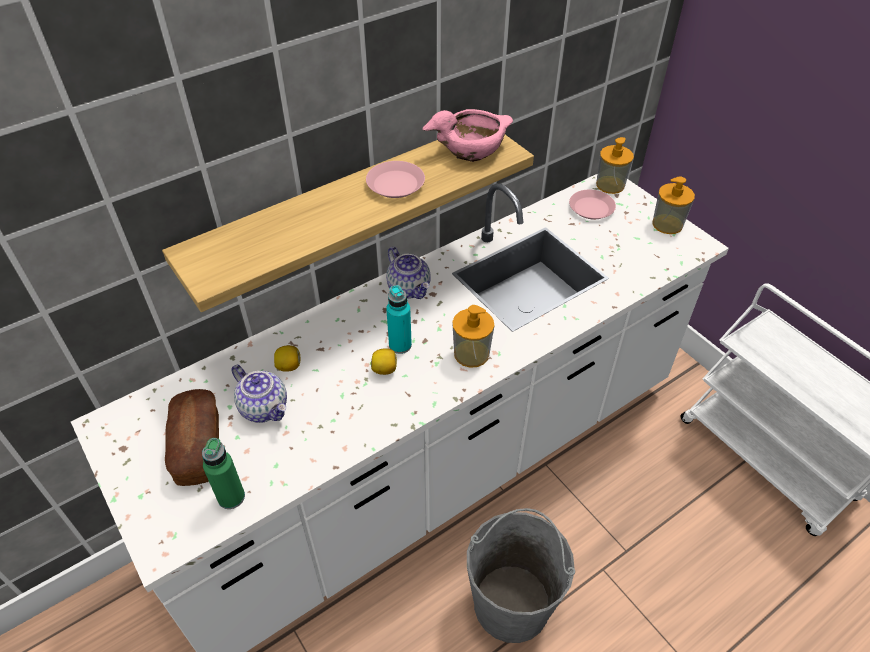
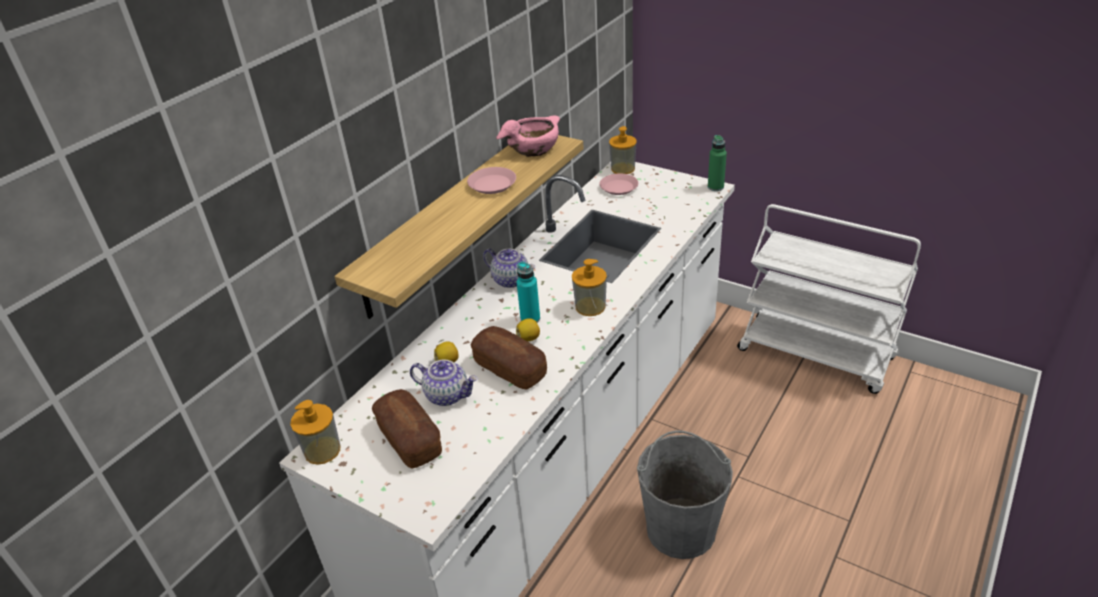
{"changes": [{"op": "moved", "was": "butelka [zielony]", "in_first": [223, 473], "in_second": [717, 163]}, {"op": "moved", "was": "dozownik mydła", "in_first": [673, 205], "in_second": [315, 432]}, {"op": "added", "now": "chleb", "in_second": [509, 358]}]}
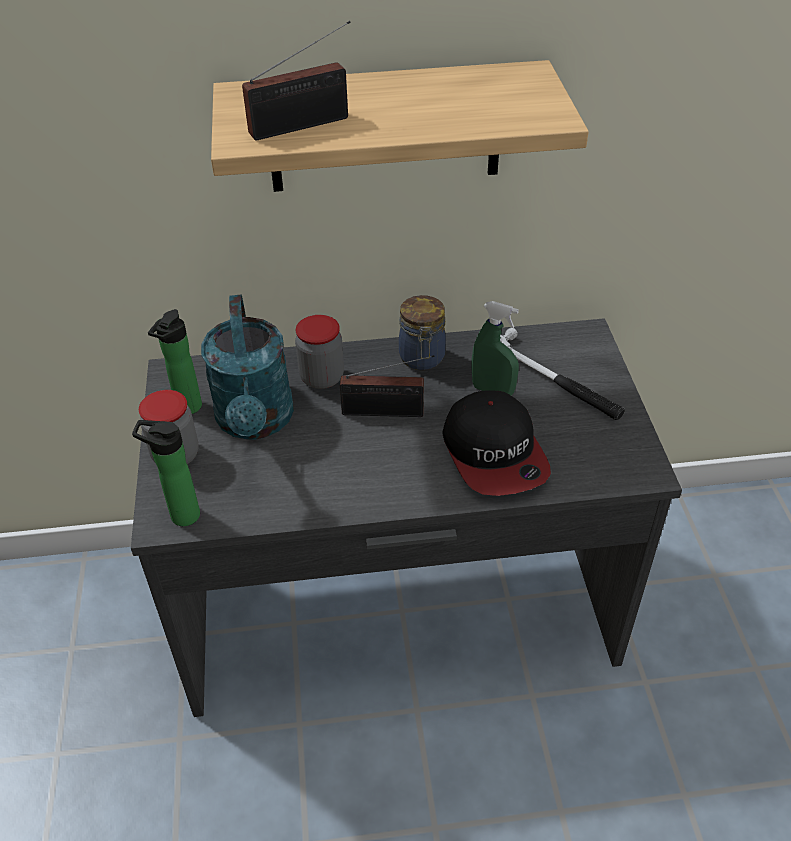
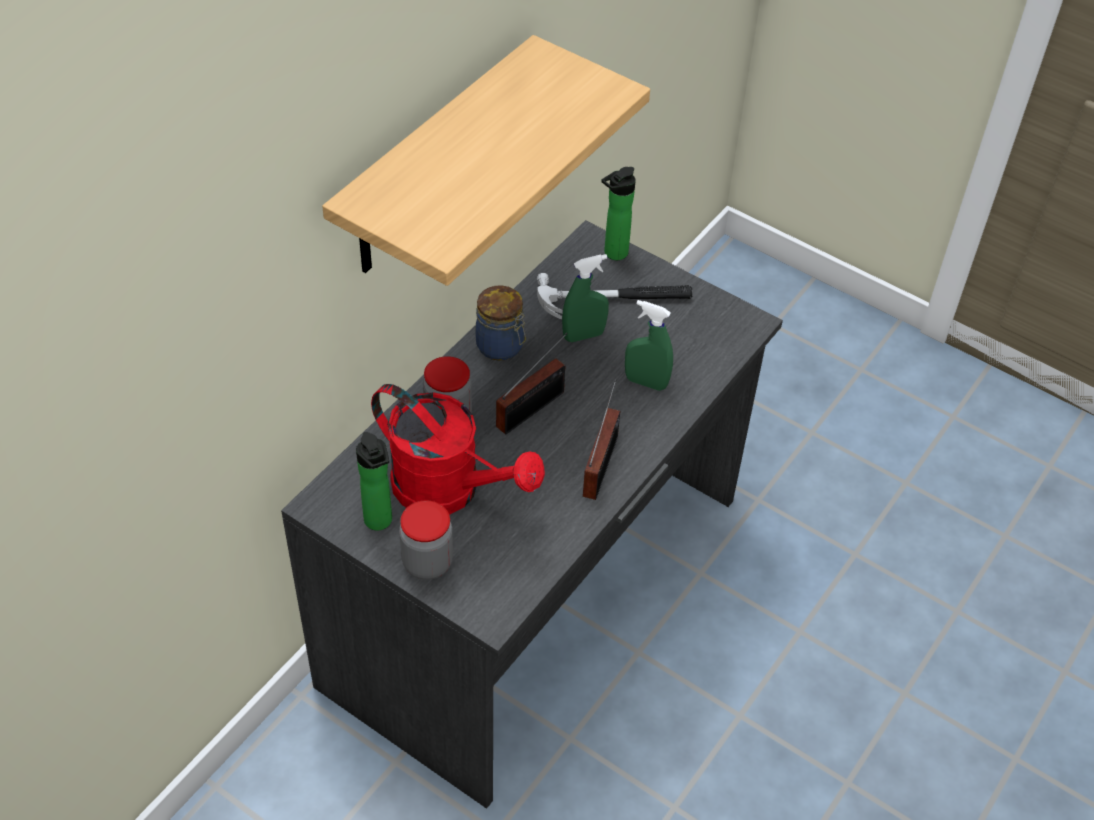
{"changes": [{"op": "moved", "was": "butelka", "in_first": [166, 473], "in_second": [618, 213]}, {"op": "recoloured", "was": "konewka [turkusowy]", "now": "konewka [czerwony]", "in_first": [247, 367], "in_second": [458, 449]}, {"op": "moved", "was": "radio", "in_first": [296, 80], "in_second": [601, 439]}, {"op": "replaced", "was": "czapka z daszkiem", "now": "spryskiwacz [zielony]", "in_first": [496, 443], "in_second": [649, 345]}]}
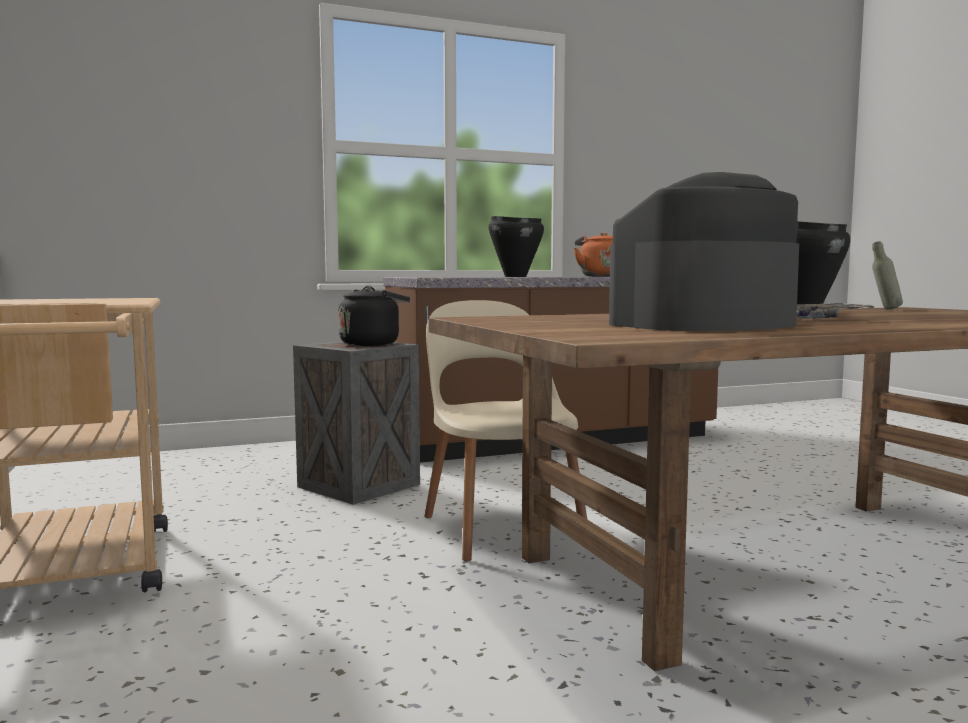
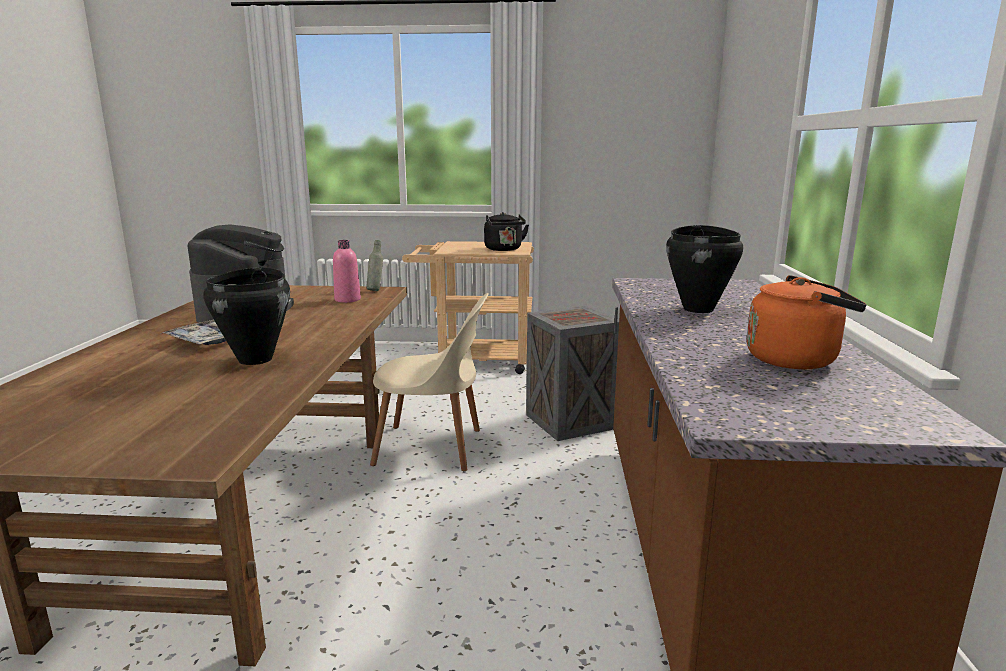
{"changes": [{"op": "moved", "was": "czajnik [czarny]", "in_first": [374, 316], "in_second": [506, 231]}, {"op": "moved", "was": "butelka [szary]", "in_first": [887, 275], "in_second": [374, 265]}, {"op": "added", "now": "butelka [różowy]", "in_second": [347, 271]}]}
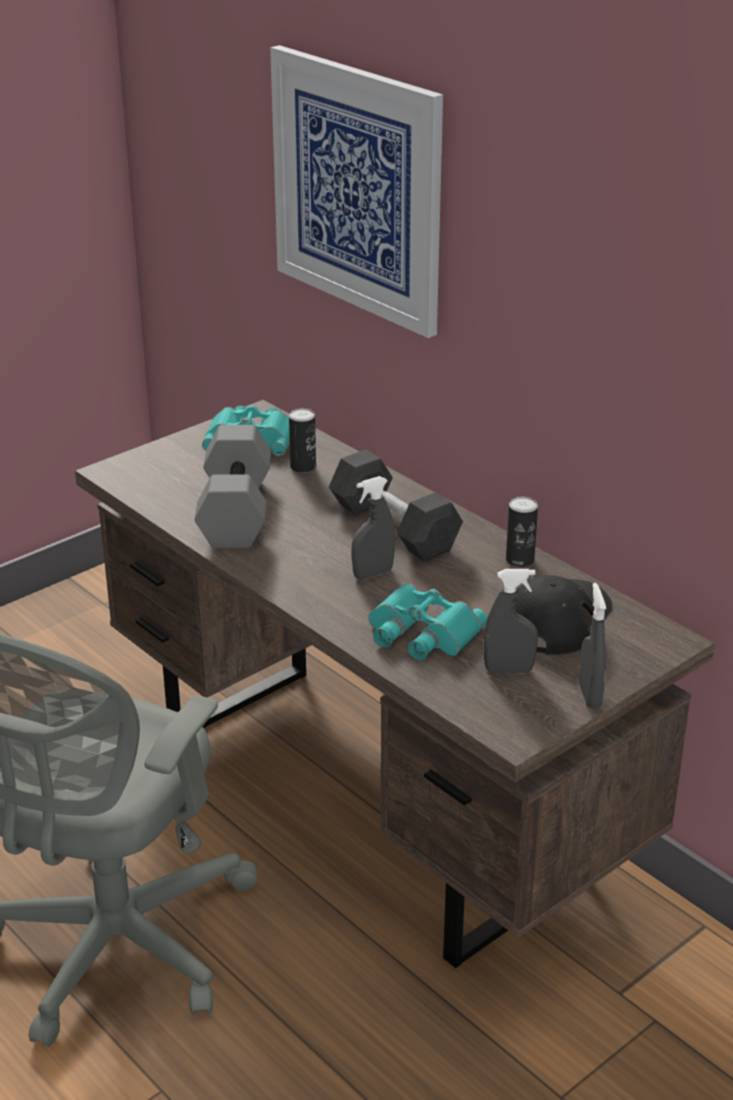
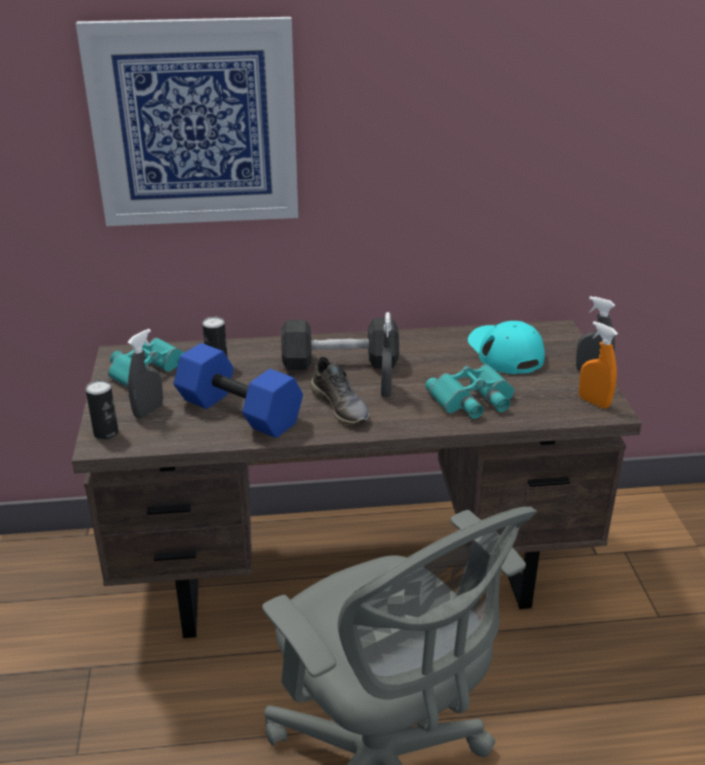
{"changes": [{"op": "recoloured", "was": "hantel [szary]", "now": "hantel [niebieski]", "in_first": [233, 486], "in_second": [238, 390]}, {"op": "moved", "was": "spryskiwacz [szary]", "in_first": [510, 621], "in_second": [145, 373]}, {"op": "moved", "was": "puszka", "in_first": [522, 532], "in_second": [102, 410]}, {"op": "recoloured", "was": "czapka z daszkiem [czarny]", "now": "czapka z daszkiem [turkusowy]", "in_first": [563, 615], "in_second": [506, 347]}, {"op": "added", "now": "but [szary]", "in_second": [339, 390]}, {"op": "added", "now": "spryskiwacz [pomarańczowy]", "in_second": [598, 365]}]}
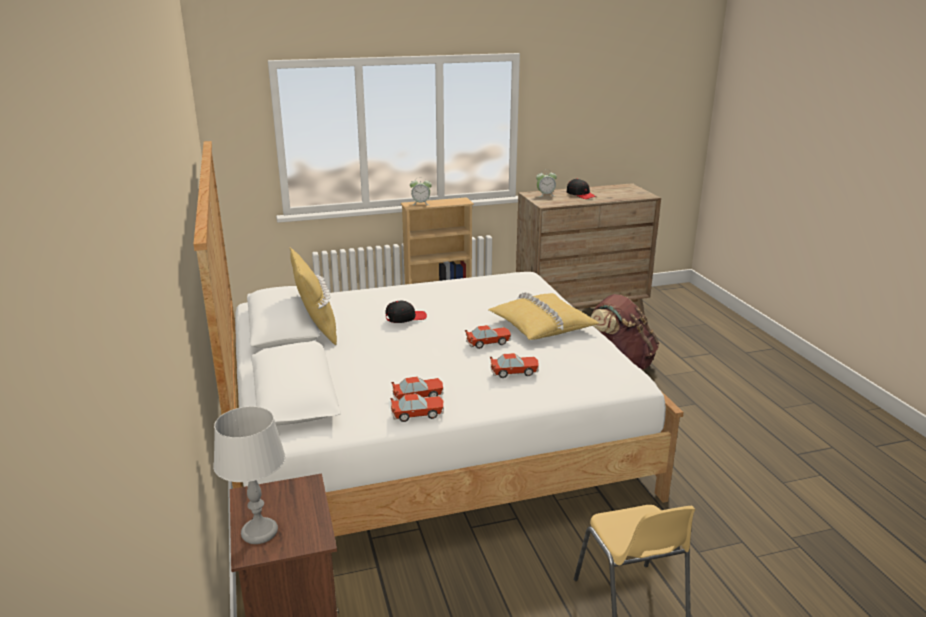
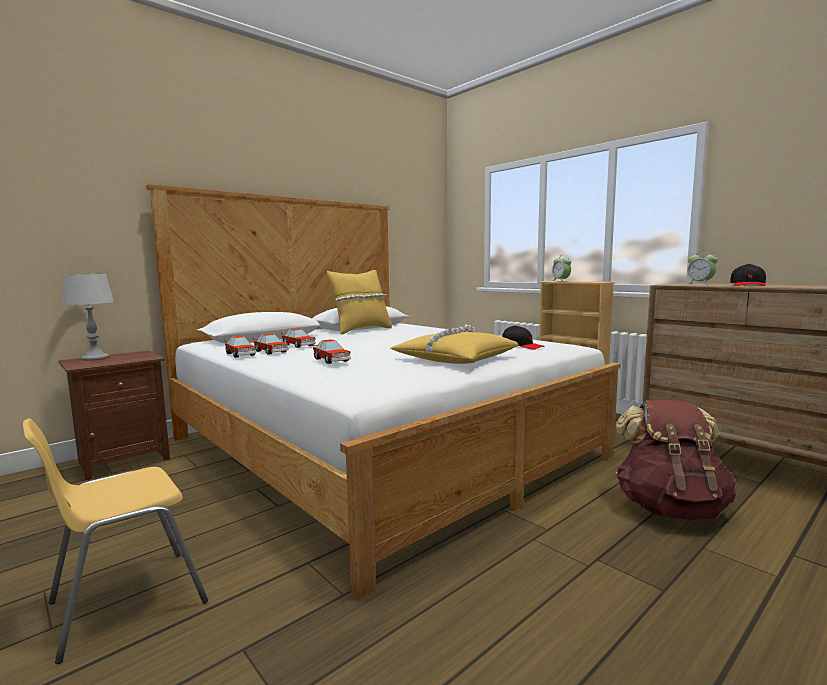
{"changes": [{"op": "moved", "was": "czapka z daszkiem [czarny]", "in_first": [406, 312], "in_second": [523, 337]}, {"op": "moved", "was": "samochodzik", "in_first": [488, 337], "in_second": [298, 338]}]}
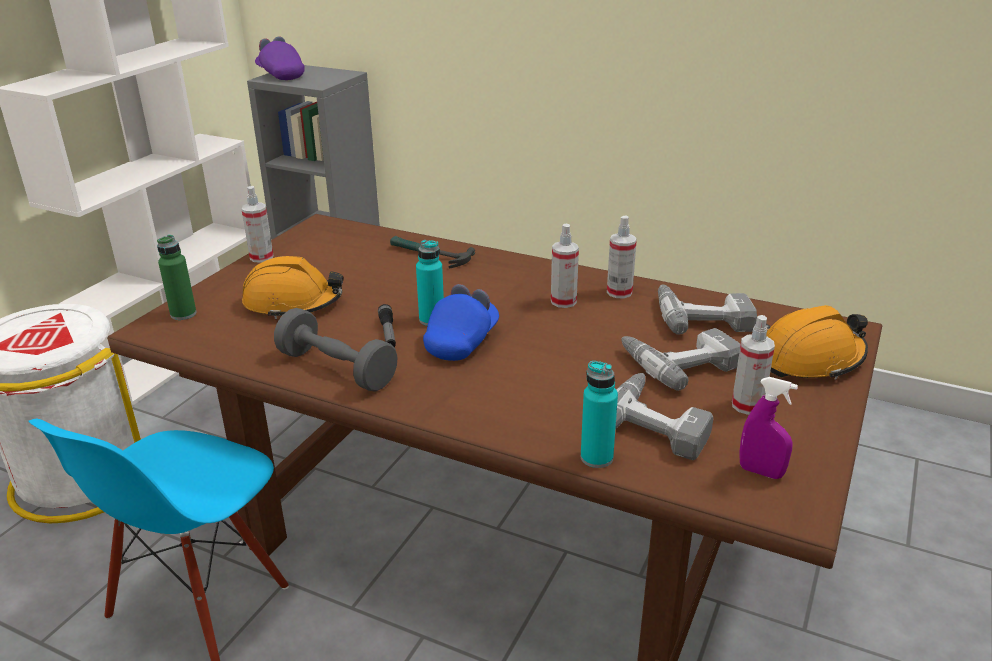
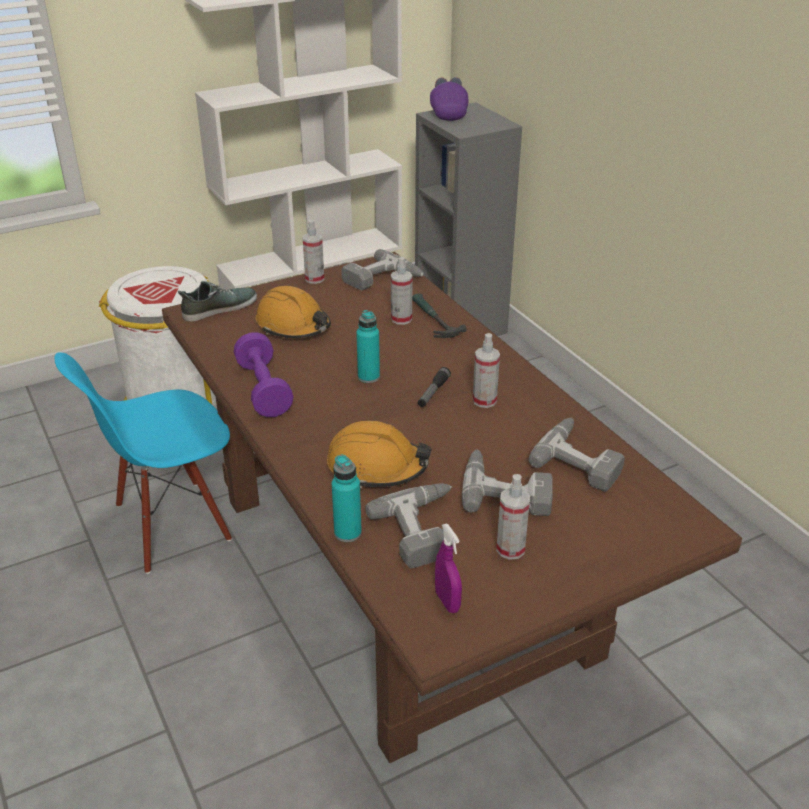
{"changes": [{"op": "replaced", "was": "butelka [zielony]", "now": "but", "in_first": [176, 277], "in_second": [217, 301]}, {"op": "recoloured", "was": "hantel [szary]", "now": "hantel [fioletowy]", "in_first": [335, 350], "in_second": [264, 374]}, {"op": "moved", "was": "latarka", "in_first": [387, 325], "in_second": [434, 387]}, {"op": "removed", "was": "czapka z daszkiem [niebieski]", "in_first": [461, 322]}, {"op": "moved", "was": "spryskiwacz", "in_first": [622, 257], "in_second": [401, 291]}, {"op": "moved", "was": "kask [pomarańczowy]", "in_first": [817, 342], "in_second": [379, 454]}, {"op": "added", "now": "wiertarka", "in_second": [382, 270]}]}
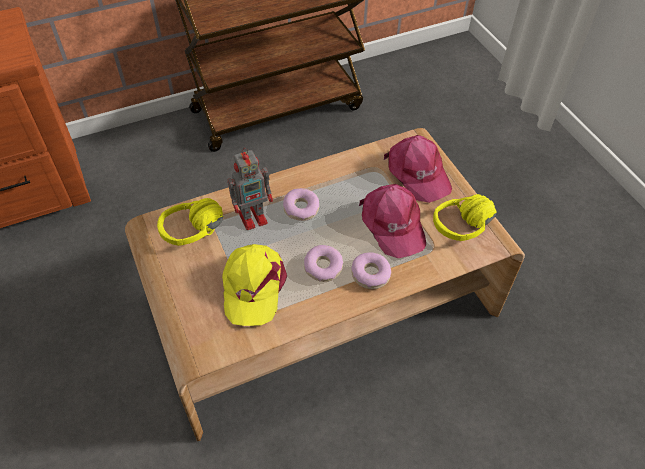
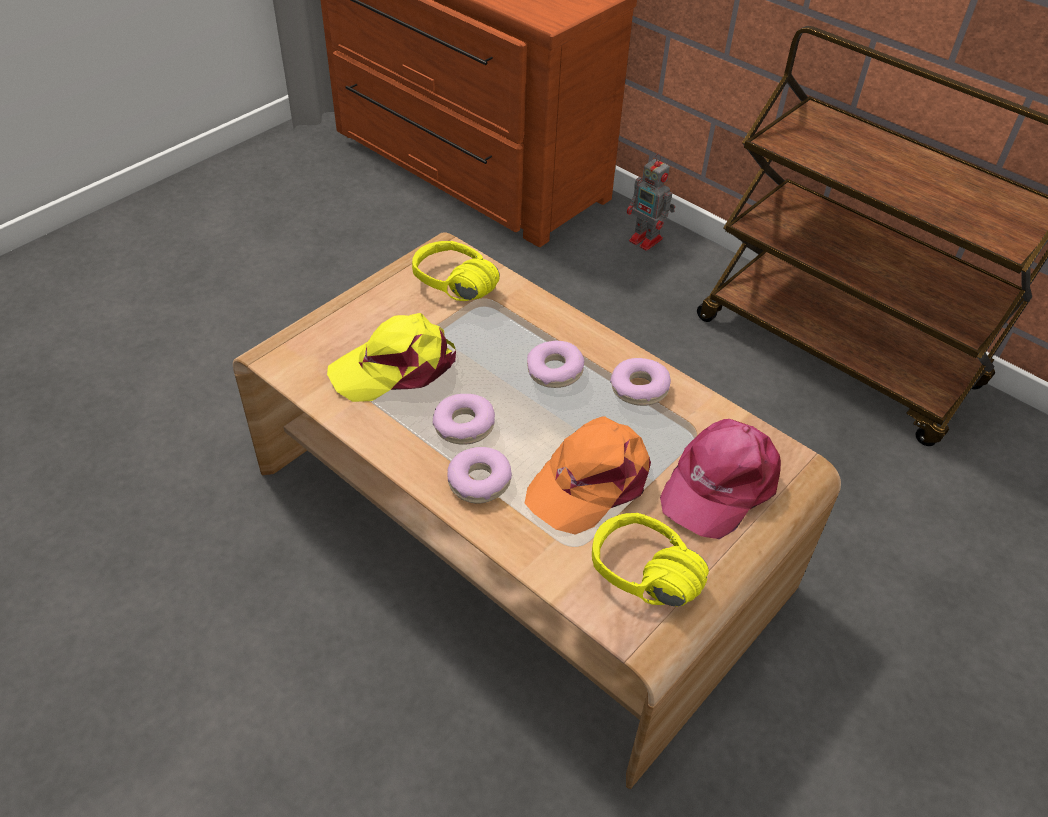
{"changes": [{"op": "moved", "was": "robot zabawkowy", "in_first": [250, 189], "in_second": [651, 202]}, {"op": "recoloured", "was": "czapka z daszkiem [różowy]", "now": "czapka z daszkiem [pomarańczowy]", "in_first": [392, 221], "in_second": [587, 475]}, {"op": "added", "now": "donut", "in_second": [640, 382]}]}
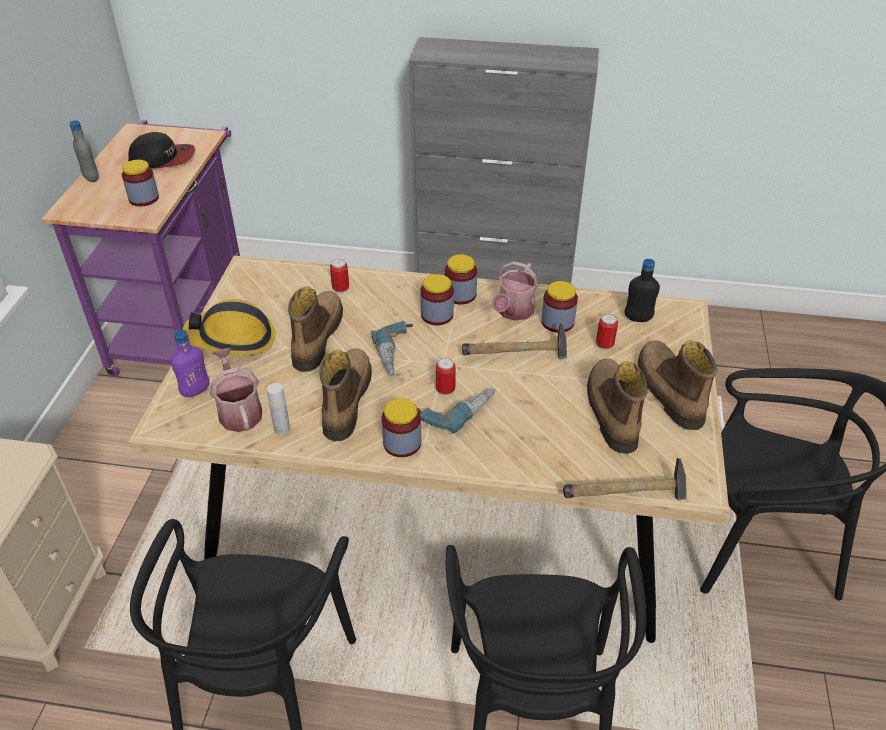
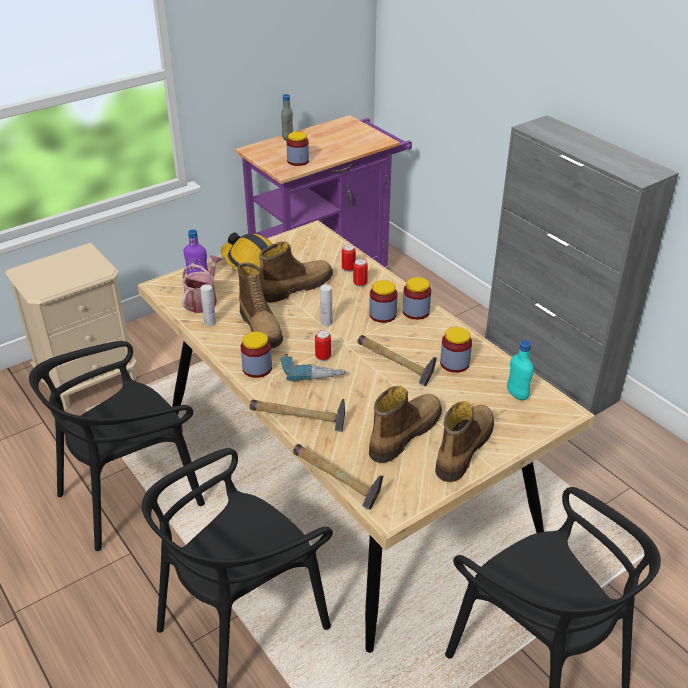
{"changes": [{"op": "removed", "was": "czapka z daszkiem", "in_first": [161, 150]}, {"op": "turned", "was": "but z cholewką", "in_first": [346, 395], "in_second": [260, 305], "clockwise": 105}, {"op": "replaced", "was": "wiertarka", "now": "butelka [biały]", "in_first": [392, 348], "in_second": [326, 305]}, {"op": "removed", "was": "konewka", "in_first": [515, 291]}, {"op": "moved", "was": "puszka", "in_first": [607, 332], "in_second": [360, 273]}, {"op": "recoloured", "was": "butelka [czarny]", "now": "butelka [turkusowy]", "in_first": [642, 290], "in_second": [520, 370]}, {"op": "added", "now": "młotek", "in_second": [297, 415]}]}
